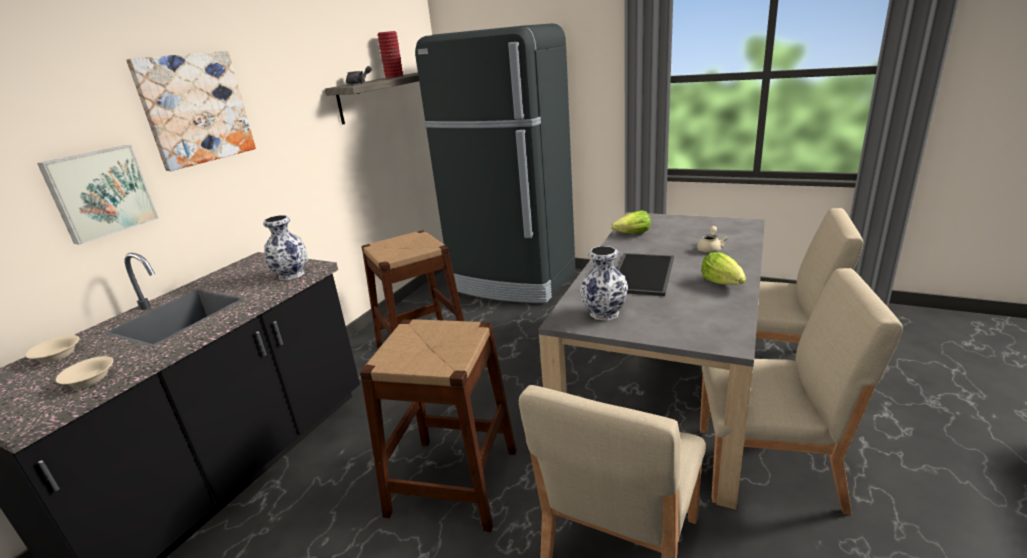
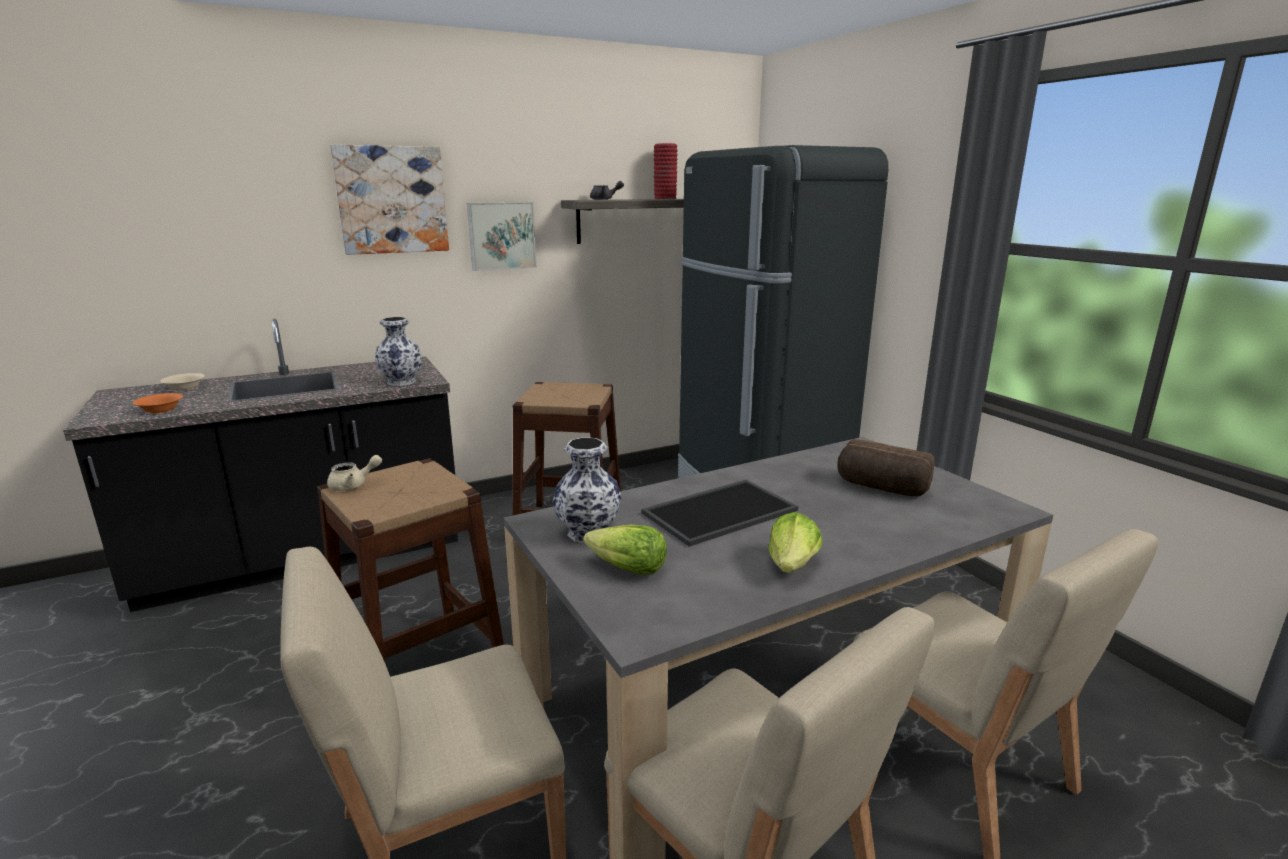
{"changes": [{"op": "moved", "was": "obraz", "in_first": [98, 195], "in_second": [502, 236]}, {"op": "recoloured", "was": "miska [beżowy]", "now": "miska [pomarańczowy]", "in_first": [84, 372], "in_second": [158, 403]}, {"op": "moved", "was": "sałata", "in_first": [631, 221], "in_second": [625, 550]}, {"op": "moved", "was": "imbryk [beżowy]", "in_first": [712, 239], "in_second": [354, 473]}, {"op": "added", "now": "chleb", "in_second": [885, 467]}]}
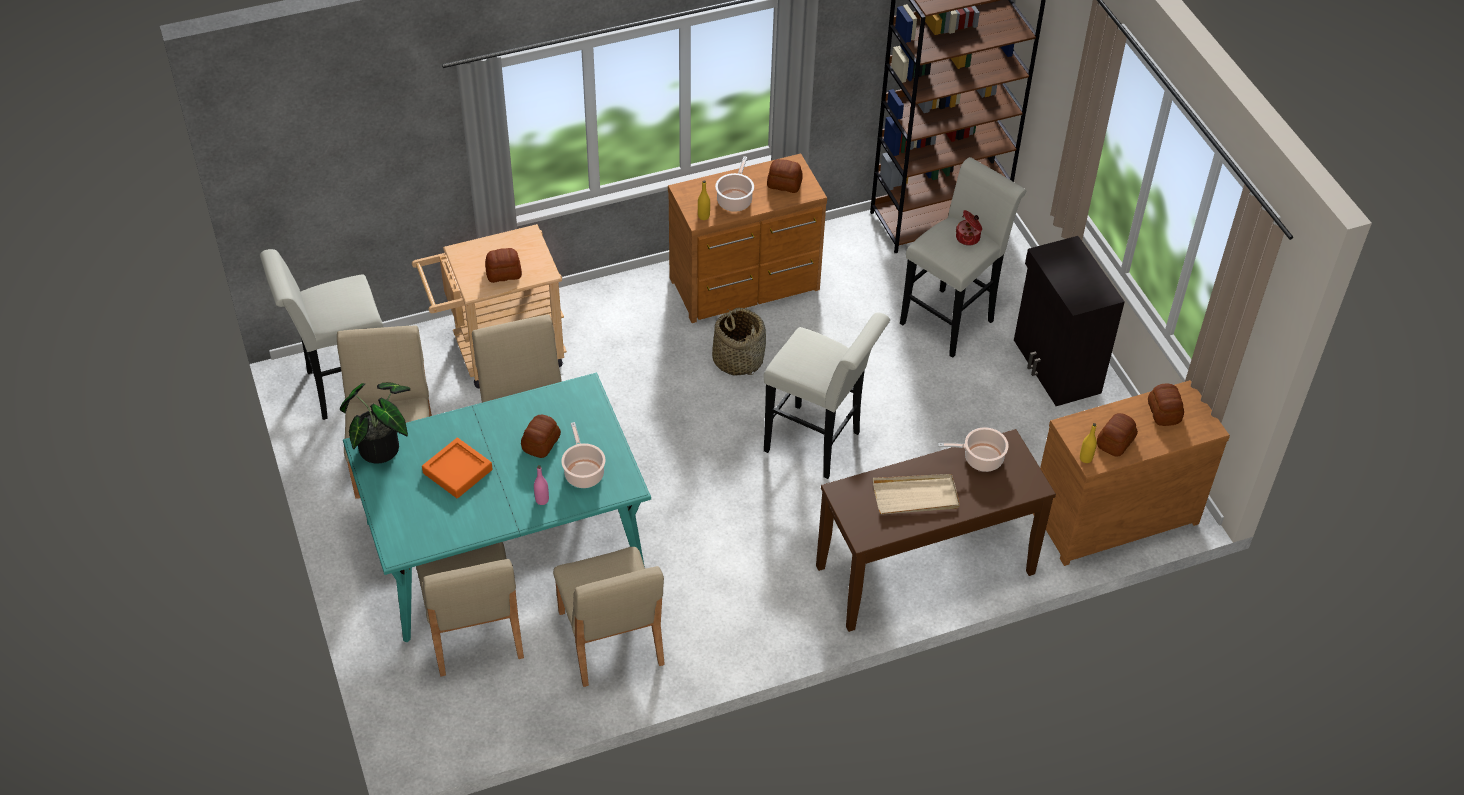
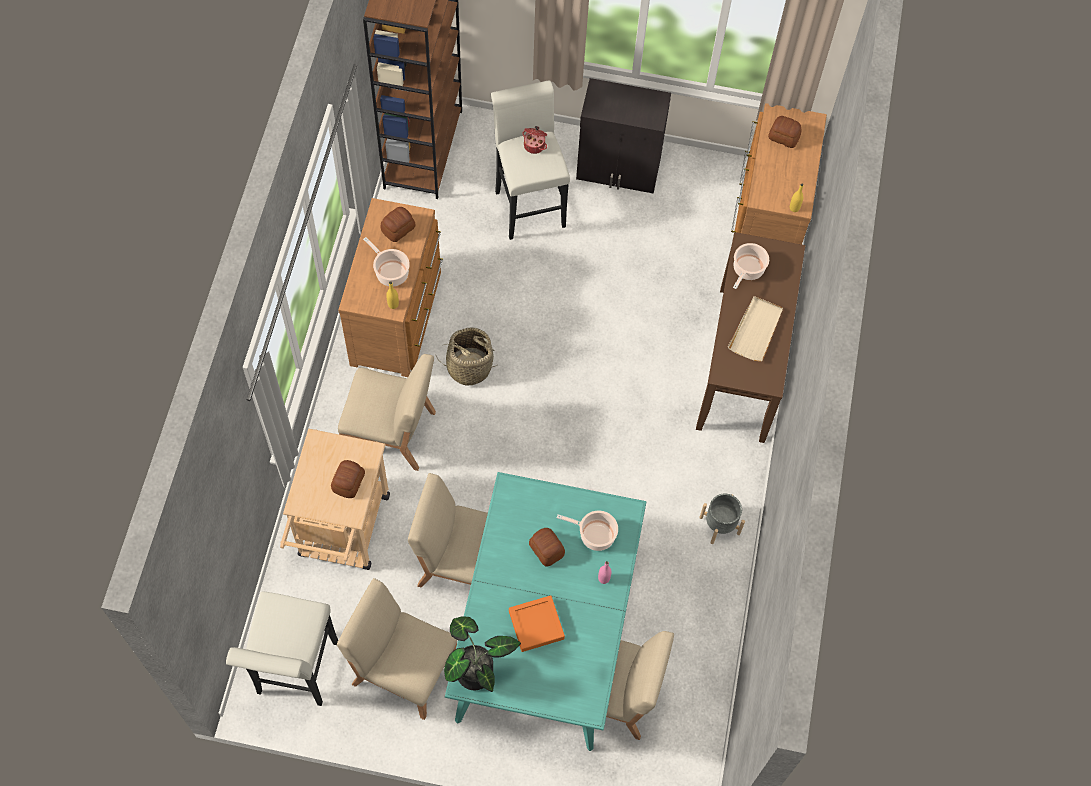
{"changes": [{"op": "moved", "was": "krzesło [beżowy]", "in_first": [609, 617], "in_second": [387, 412]}, {"op": "removed", "was": "stołek [biały]", "in_first": [827, 395]}, {"op": "removed", "was": "chleb", "in_first": [1117, 434]}, {"op": "added", "now": "donica [szary]", "in_second": [722, 518]}]}
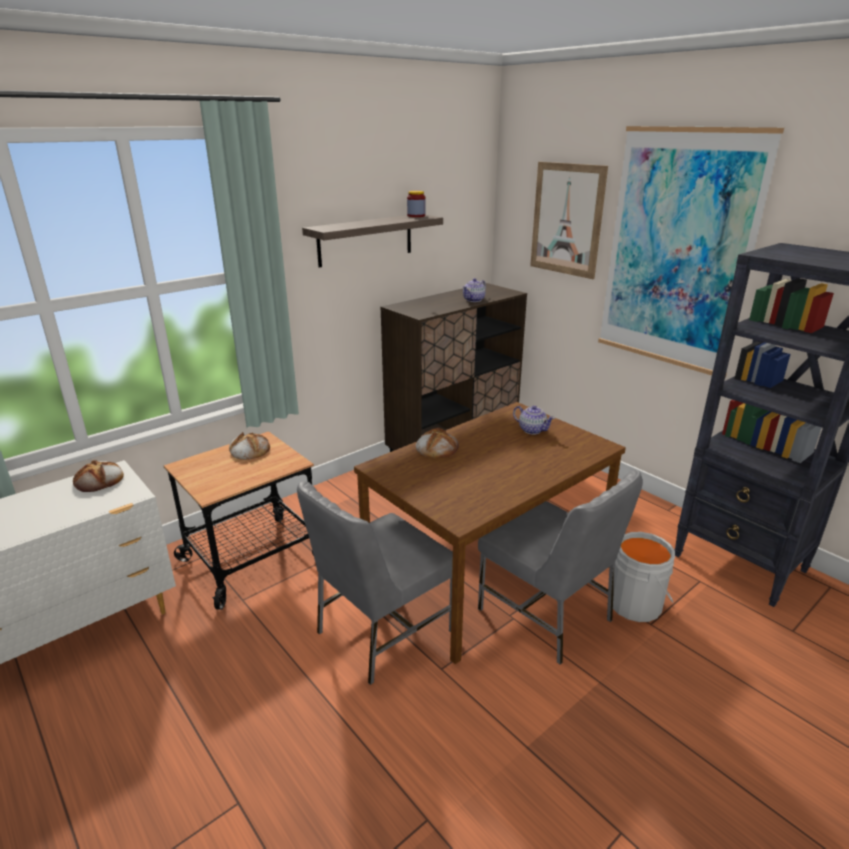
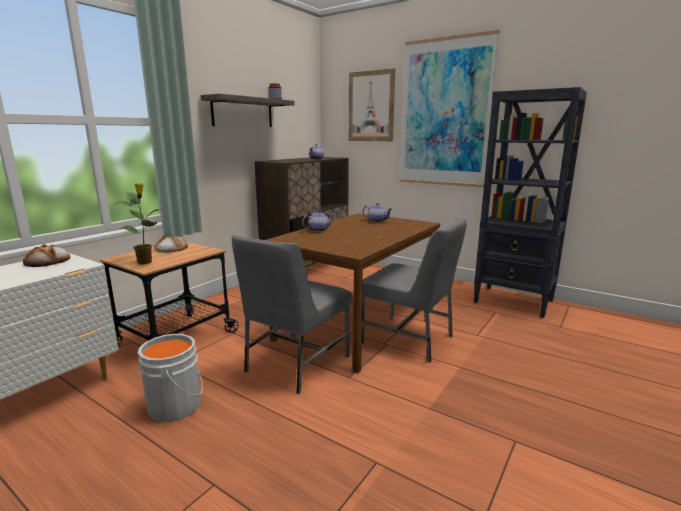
{"changes": [{"op": "replaced", "was": "chleb", "now": "imbryk", "in_first": [437, 443], "in_second": [317, 221]}, {"op": "moved", "was": "wiadro [szary]", "in_first": [644, 577], "in_second": [170, 378]}, {"op": "added", "now": "roślina doniczkowa", "in_second": [135, 224]}]}
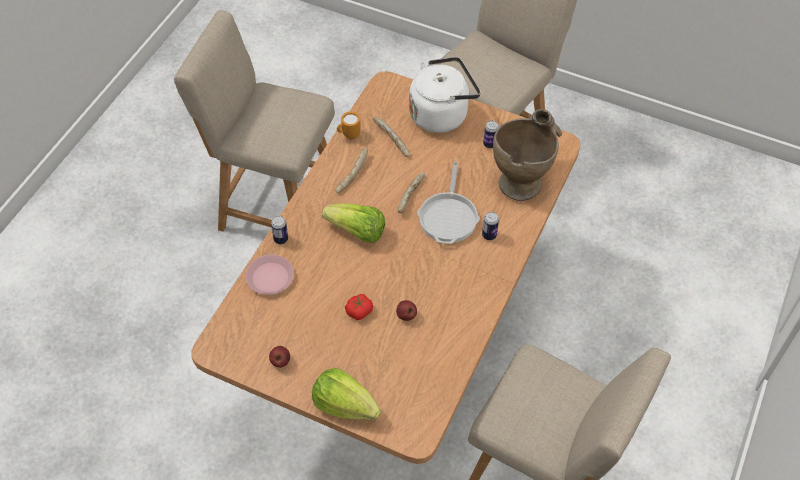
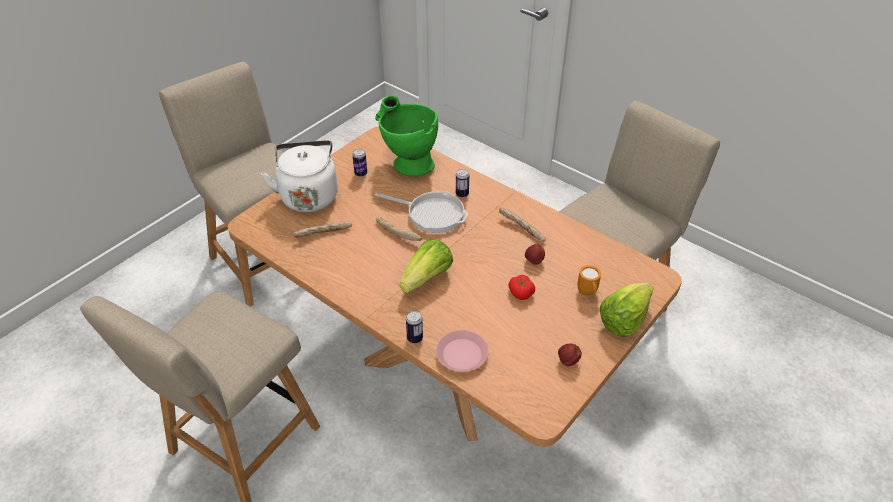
{"changes": [{"op": "moved", "was": "chleb", "in_first": [352, 170], "in_second": [522, 224]}, {"op": "moved", "was": "kubek [pomarańczowy]", "in_first": [349, 125], "in_second": [589, 280]}, {"op": "recoloured", "was": "wazon [beżowy]", "now": "wazon [zielony]", "in_first": [527, 155], "in_second": [406, 136]}]}
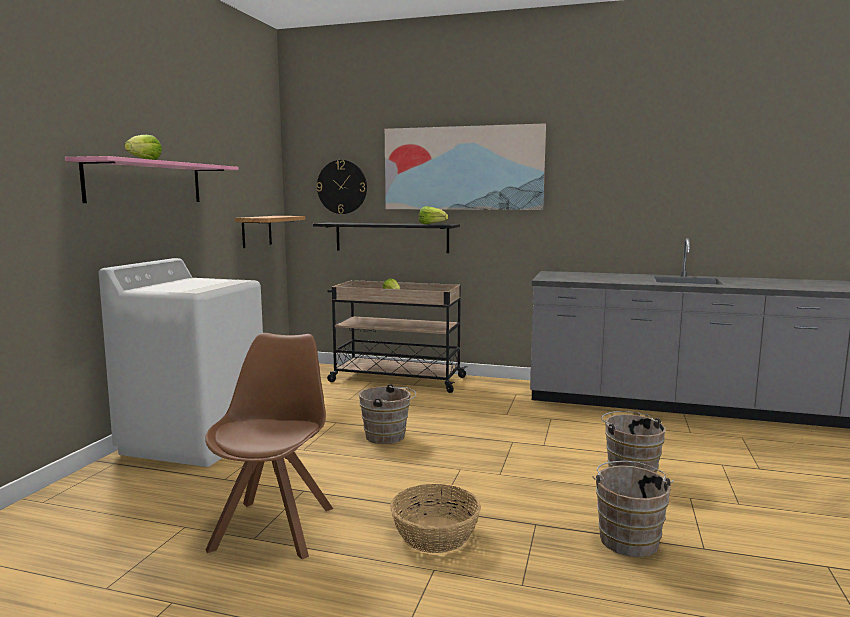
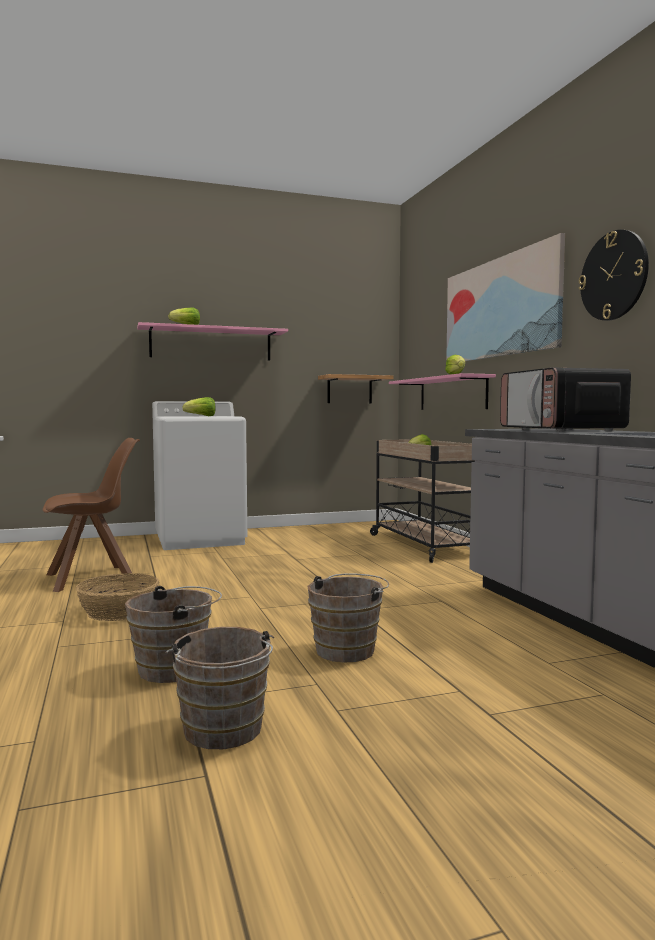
{"changes": [{"op": "recoloured", "was": "półka [czarny]", "now": "półka [różowy]", "in_first": [386, 238], "in_second": [442, 391]}, {"op": "moved", "was": "zegar ścienny", "in_first": [342, 187], "in_second": [614, 275]}, {"op": "moved", "was": "wiadro [brązowy]", "in_first": [387, 414], "in_second": [220, 688]}, {"op": "added", "now": "sałata", "in_second": [198, 406]}, {"op": "added", "now": "mikrofalówka", "in_second": [565, 400]}]}
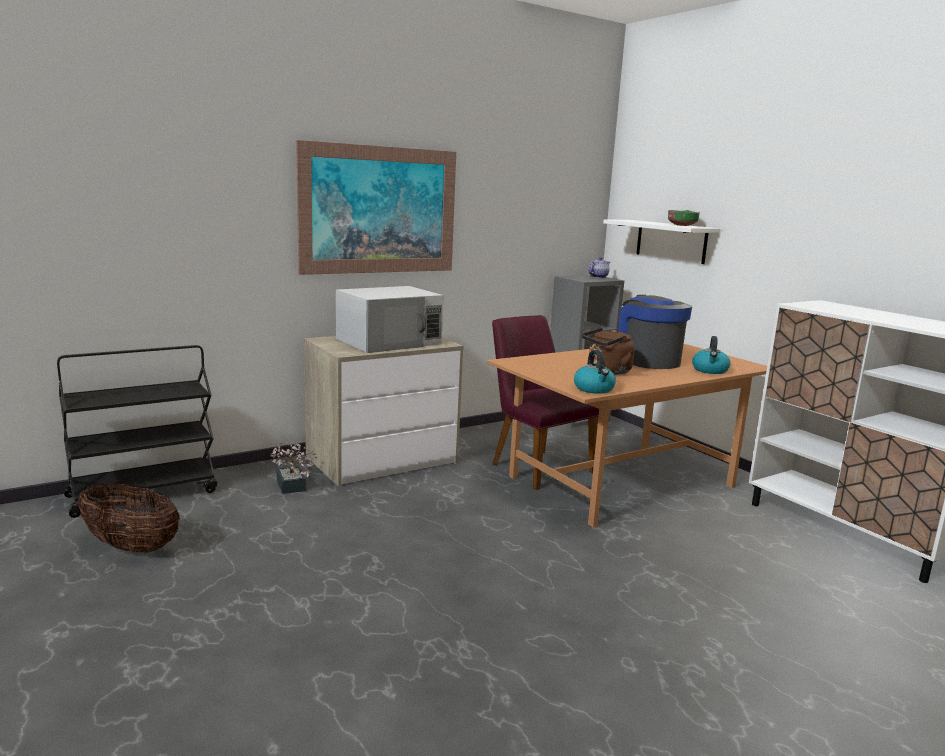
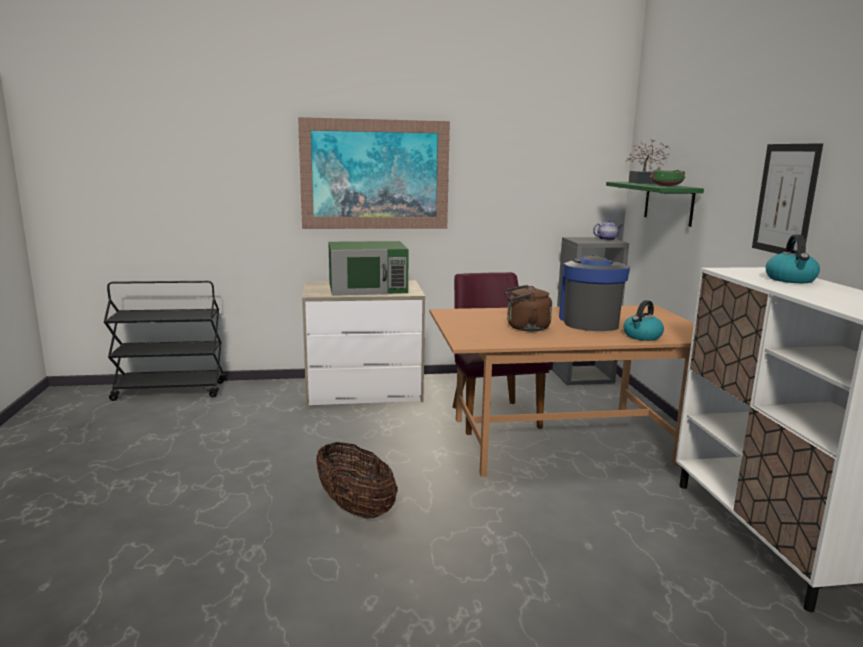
{"changes": [{"op": "moved", "was": "koszyk", "in_first": [129, 517], "in_second": [357, 480]}, {"op": "moved", "was": "roślina doniczkowa", "in_first": [293, 467], "in_second": [648, 161]}, {"op": "recoloured", "was": "mikrofalówka [biały]", "now": "mikrofalówka [zielony]", "in_first": [390, 319], "in_second": [368, 268]}, {"op": "moved", "was": "czajnik", "in_first": [595, 372], "in_second": [793, 258]}, {"op": "recoloured", "was": "półka [biały]", "now": "półka [zielony]", "in_first": [661, 241], "in_second": [655, 204]}, {"op": "added", "now": "obraz", "in_second": [787, 198]}]}
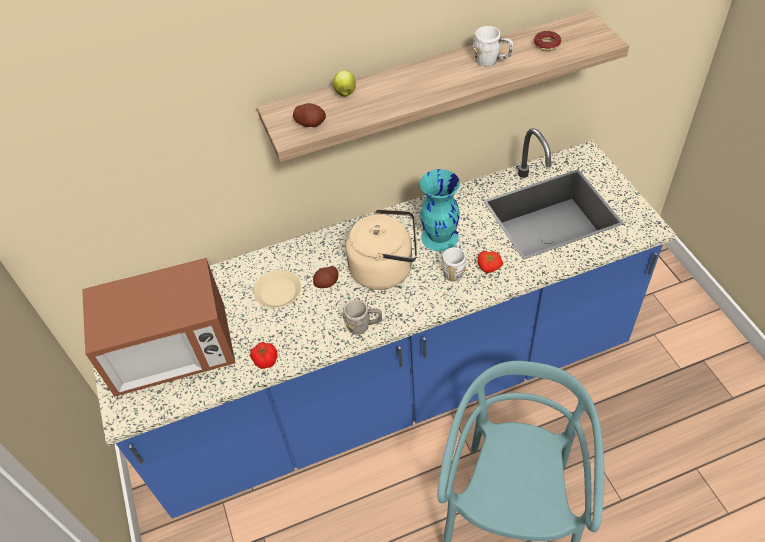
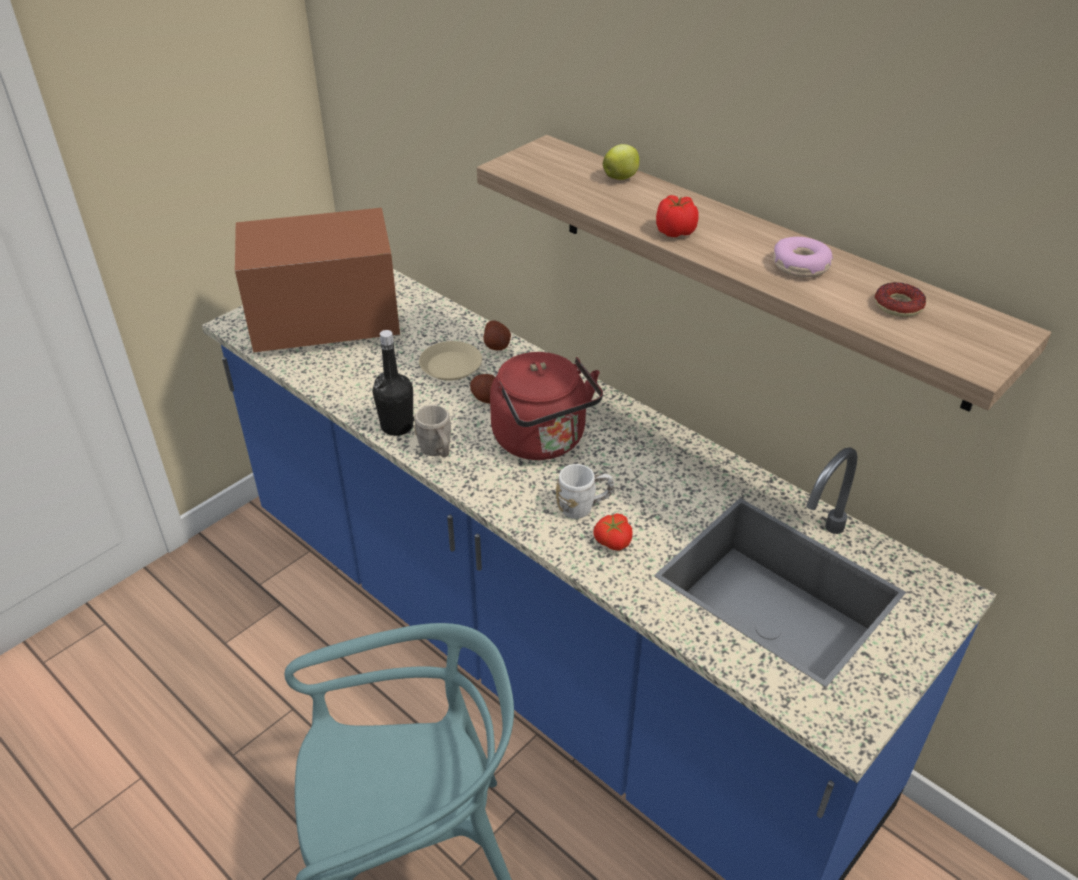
{"changes": [{"op": "turned", "was": "mikrofalówka", "in_first": [158, 327], "in_second": [317, 280], "clockwise": 120}, {"op": "moved", "was": "pomidor", "in_first": [264, 355], "in_second": [677, 216]}, {"op": "moved", "was": "ziemniak", "in_first": [309, 115], "in_second": [497, 335]}, {"op": "recoloured", "was": "czajnik [beżowy]", "now": "czajnik [czerwony]", "in_first": [381, 249], "in_second": [546, 406]}, {"op": "removed", "was": "wazon [turkusowy]", "in_first": [440, 210]}, {"op": "replaced", "was": "kubek [biały]", "now": "donut", "in_first": [493, 46], "in_second": [803, 257]}, {"op": "added", "now": "butelka [czarny]", "in_second": [393, 383]}]}
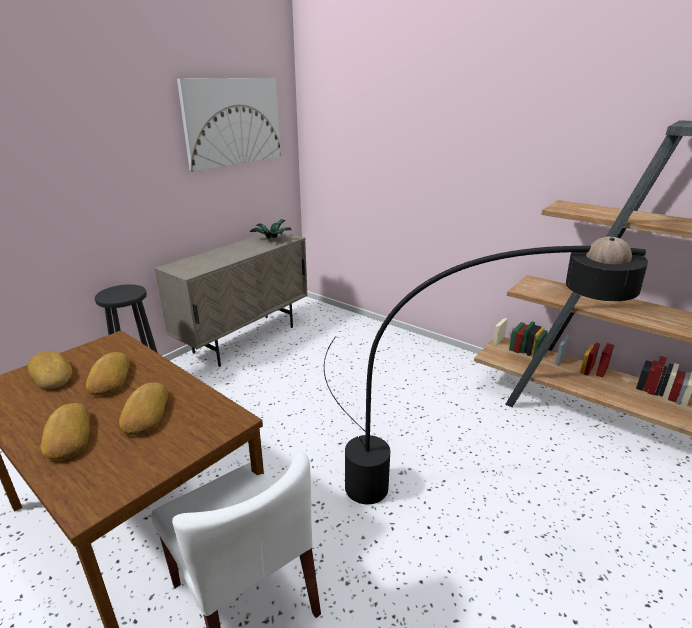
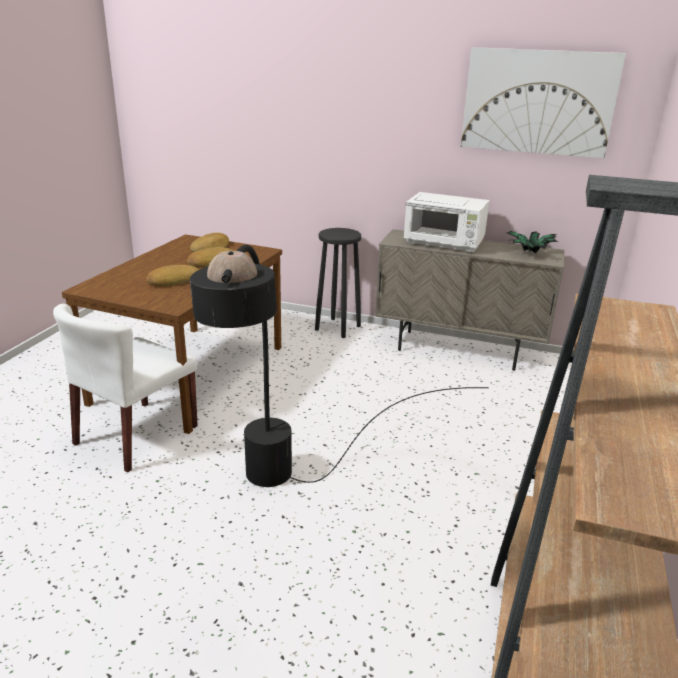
{"changes": [{"op": "removed", "was": "chleb", "in_first": [65, 431]}, {"op": "added", "now": "mikrofalówka [biały]", "in_second": [447, 222]}]}
